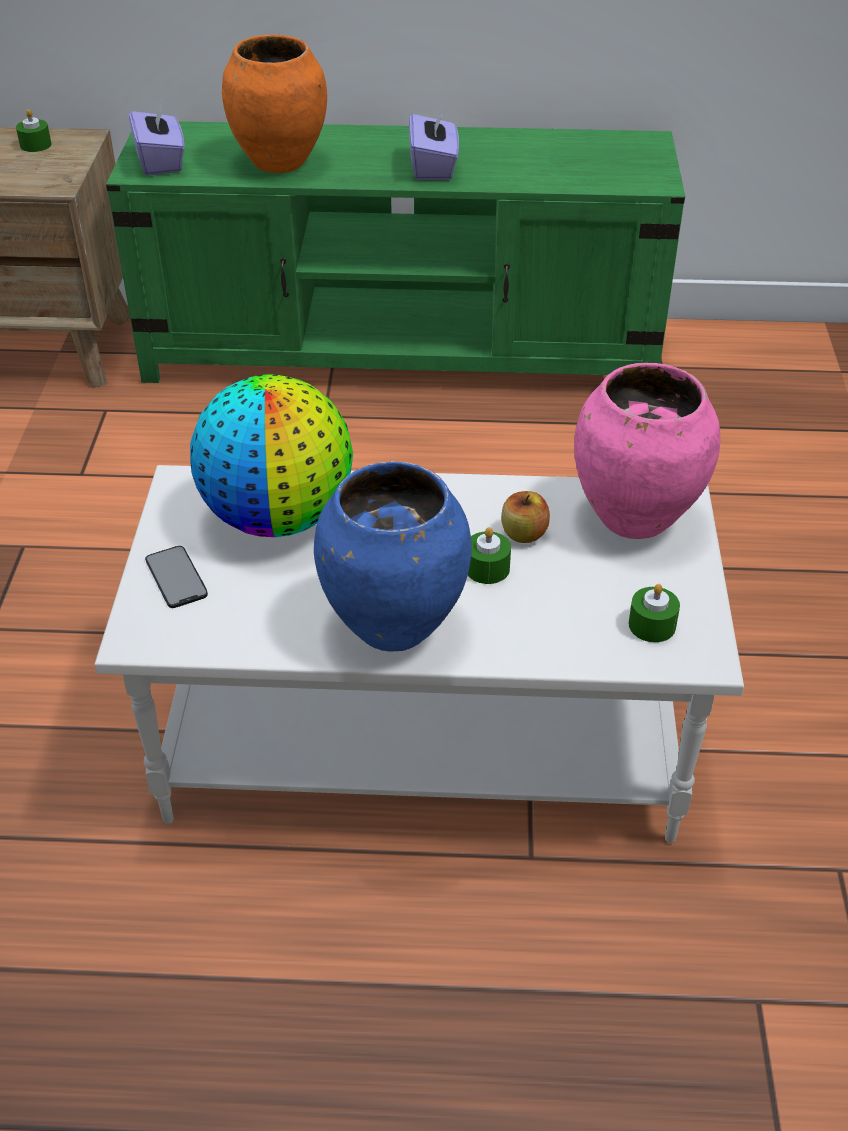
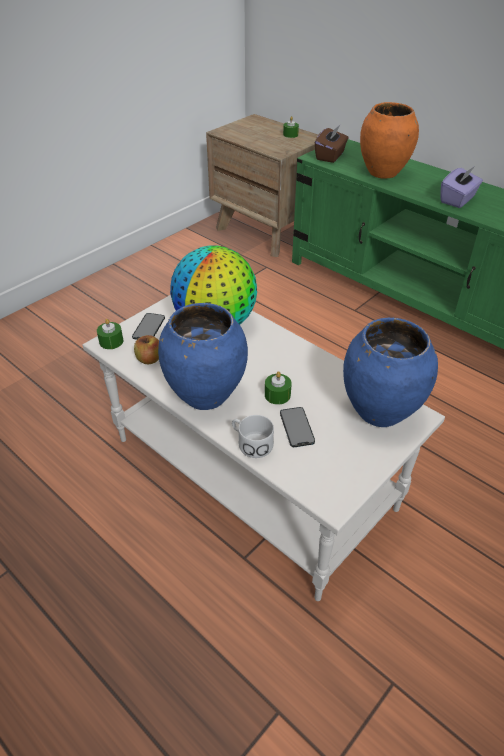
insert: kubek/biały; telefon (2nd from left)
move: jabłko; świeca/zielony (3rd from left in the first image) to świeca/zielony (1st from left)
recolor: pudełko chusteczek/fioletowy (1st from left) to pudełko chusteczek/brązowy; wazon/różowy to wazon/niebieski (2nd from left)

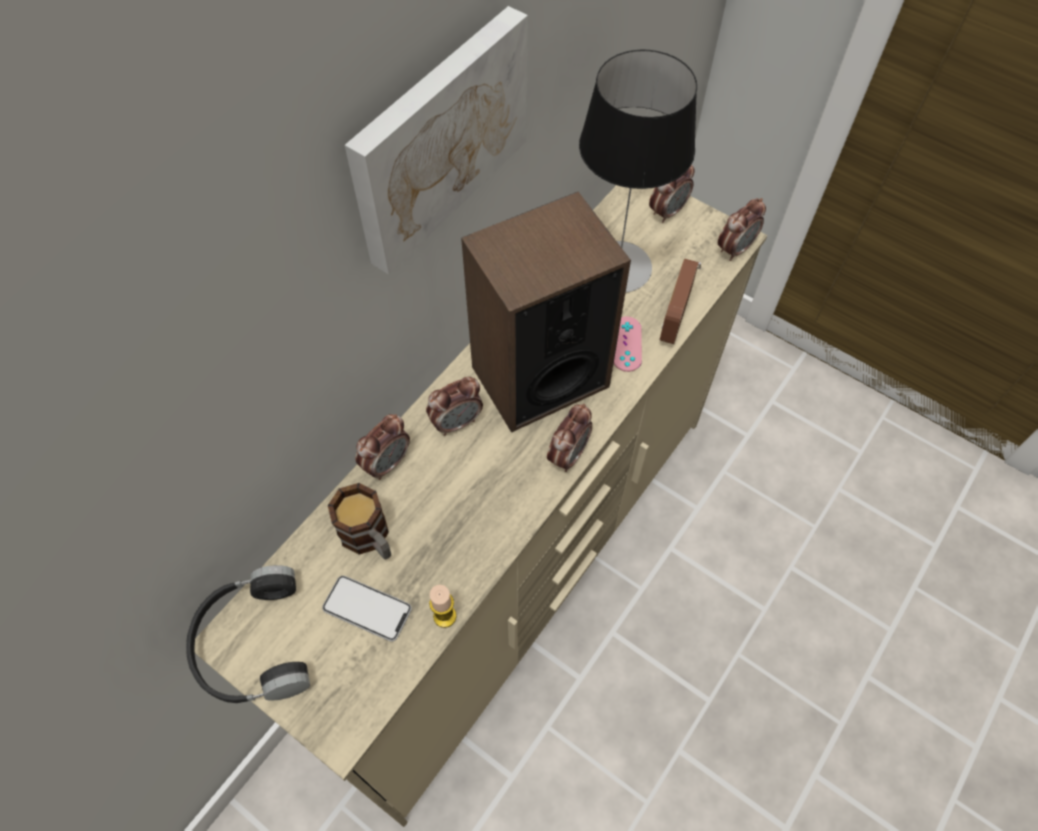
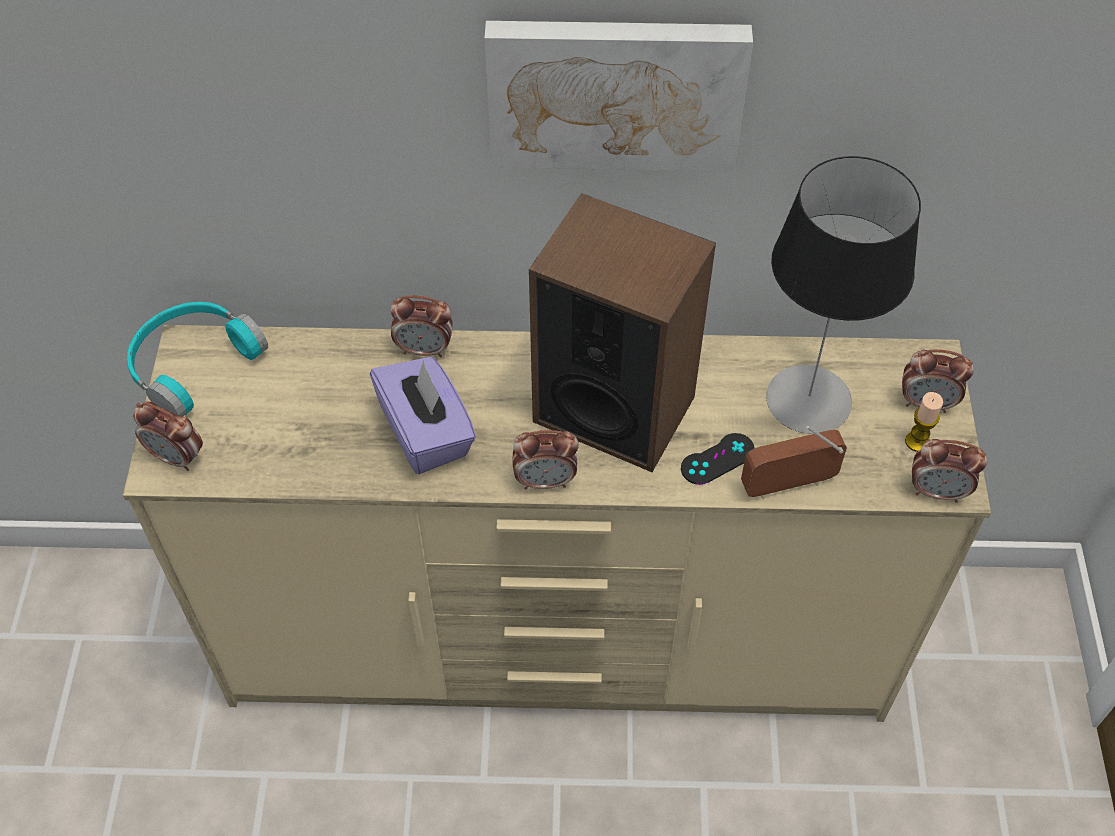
delete: telefon; kubek
insert: pudełko chusteczek/fioletowy
move: budzik (2nd from left in the first image) to budzik (1st from left); świeca
recolor: słuchawki/czarny to słuchawki/turkusowy; pad do gier/różowy to pad do gier/czarny

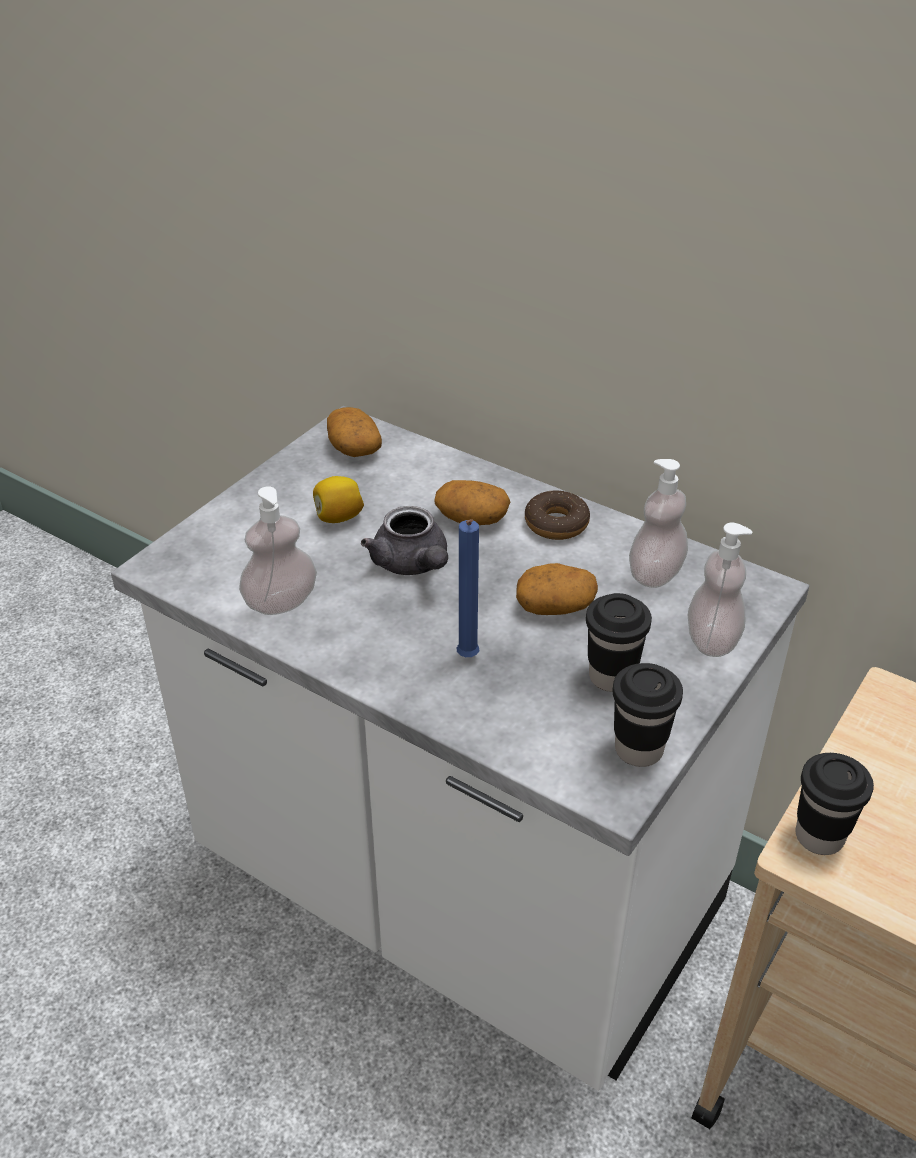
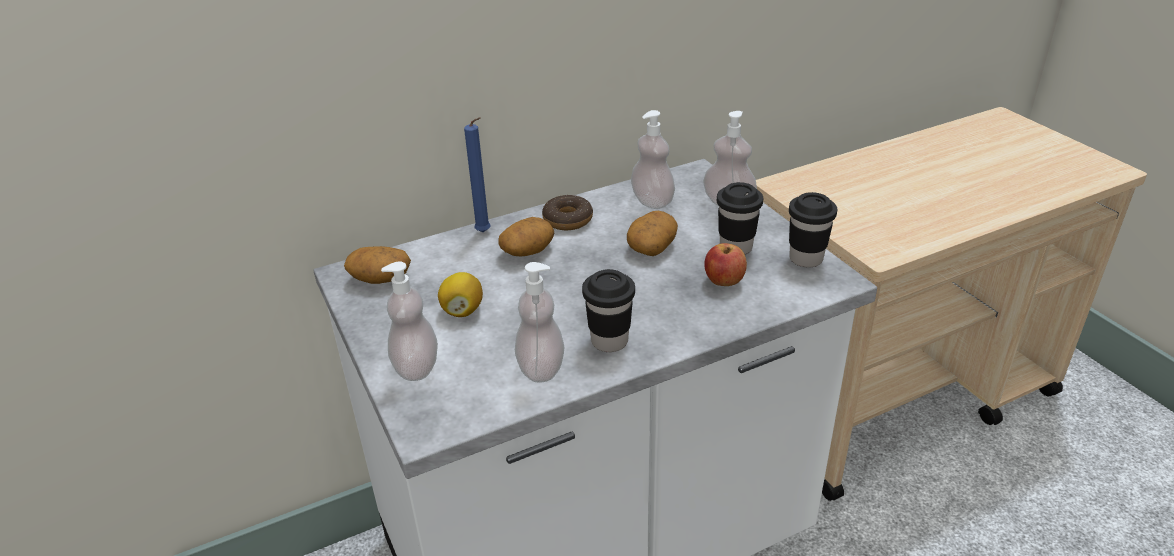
delete: imbryk/szary
insert: dozownik mydła (1st from left); jabłko
move: świeca/niebieski; filiżanka/czarny (3rd from left in the first image) to filiżanka/czarny (1st from left)

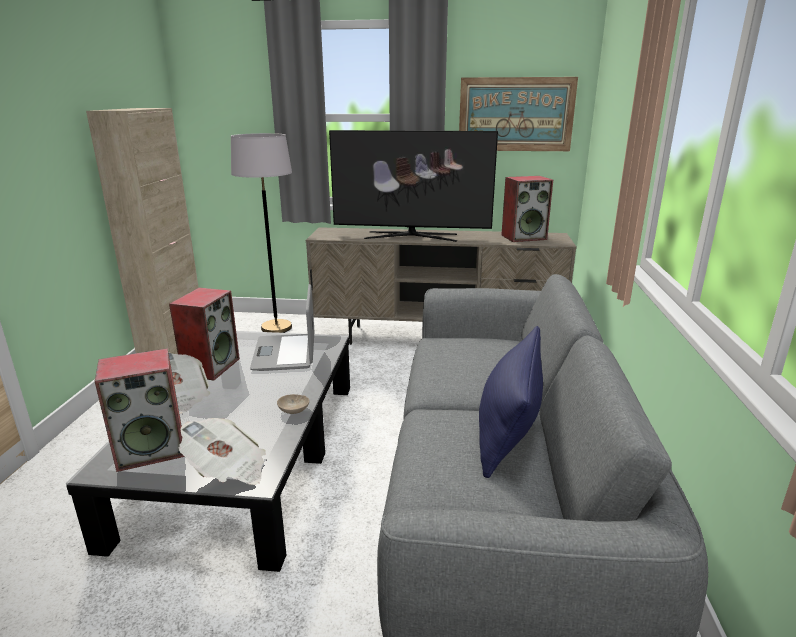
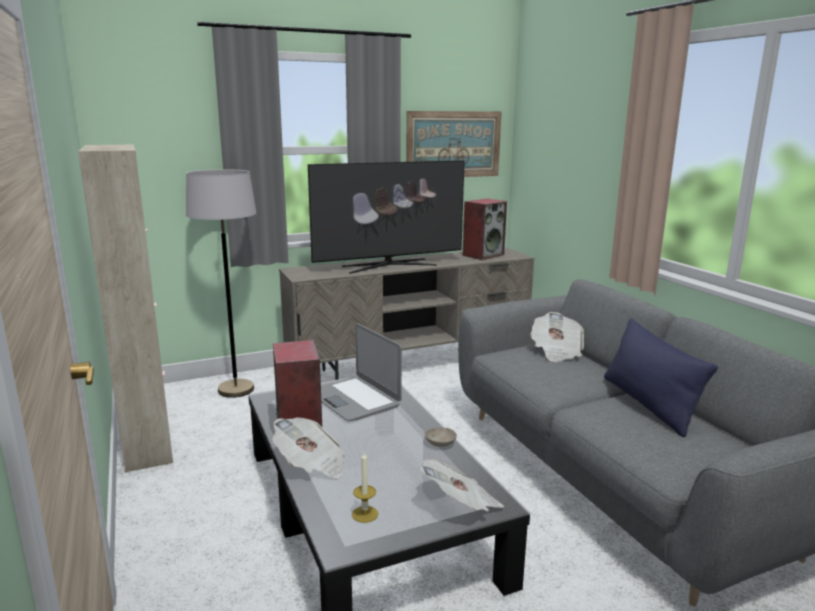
insert: gazeta (3rd from left)
replace: głośnik (1st from left) to świeca

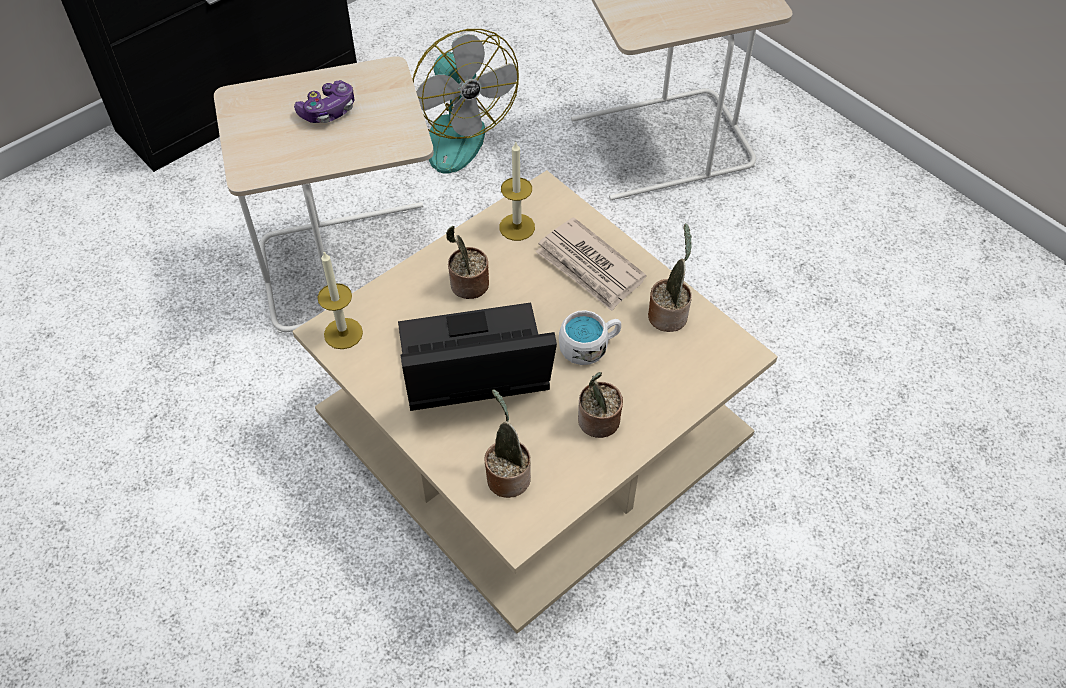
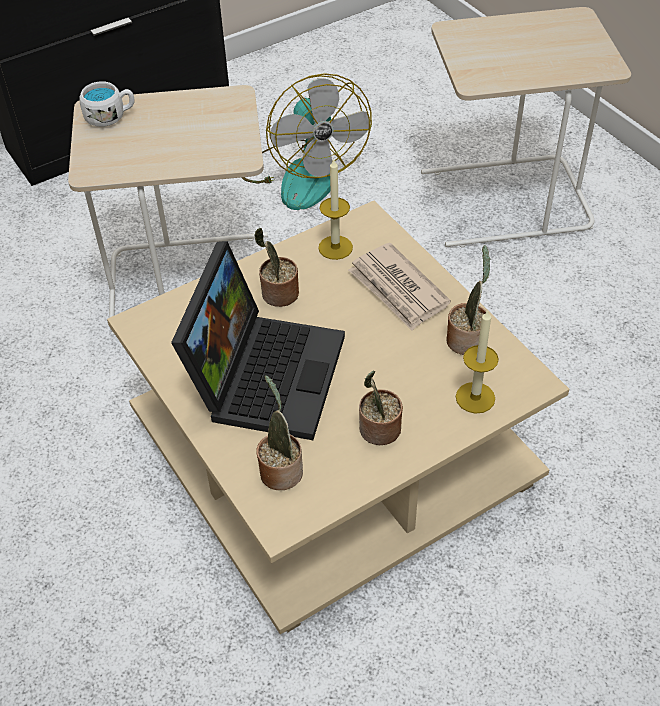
delete: pad do gier
move: świeca (1st from left in the first image) to świeca (2nd from left); kubek/biały
rotate: laptop 105 degrees clockwise

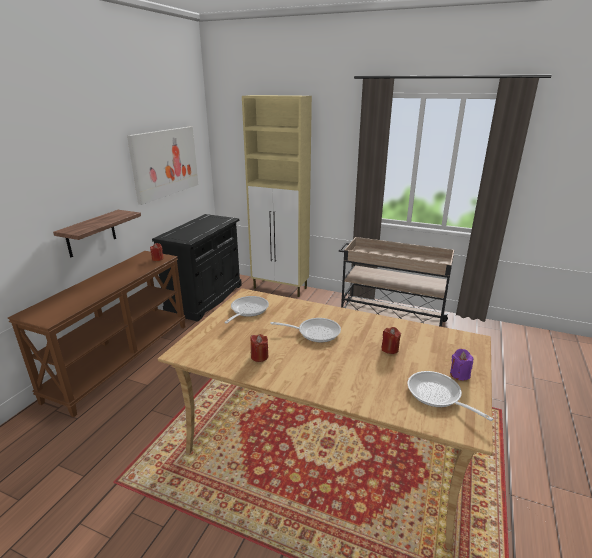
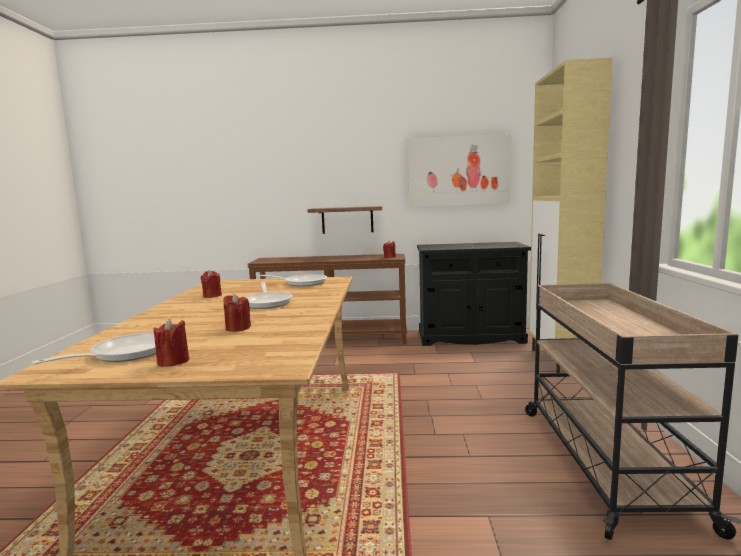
recolor: świeca/fioletowy to świeca/czerwony (1st from left)

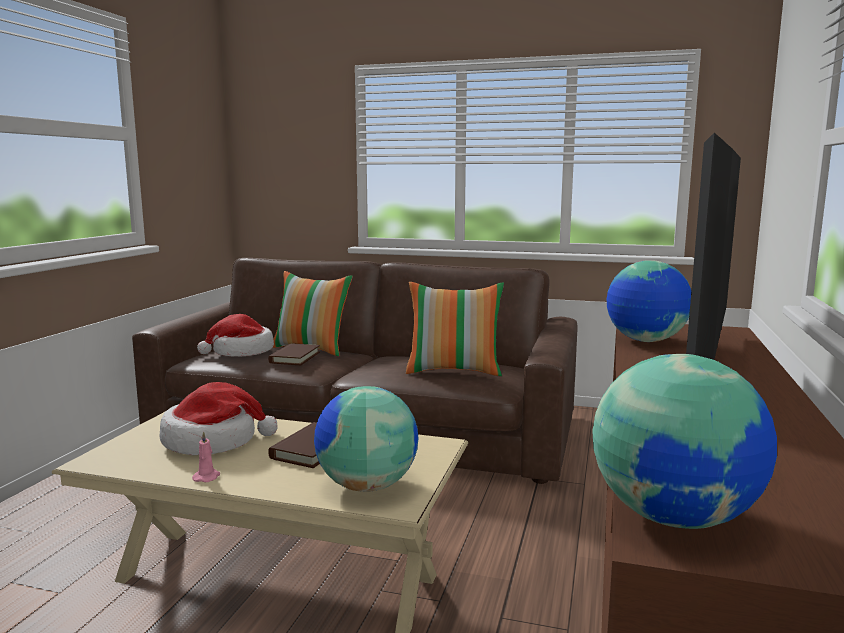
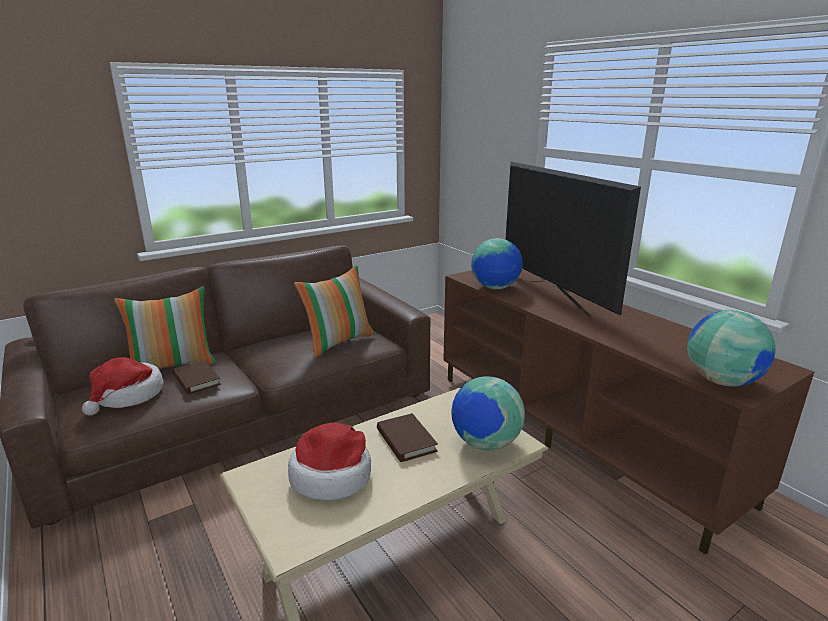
delete: świeca/różowy

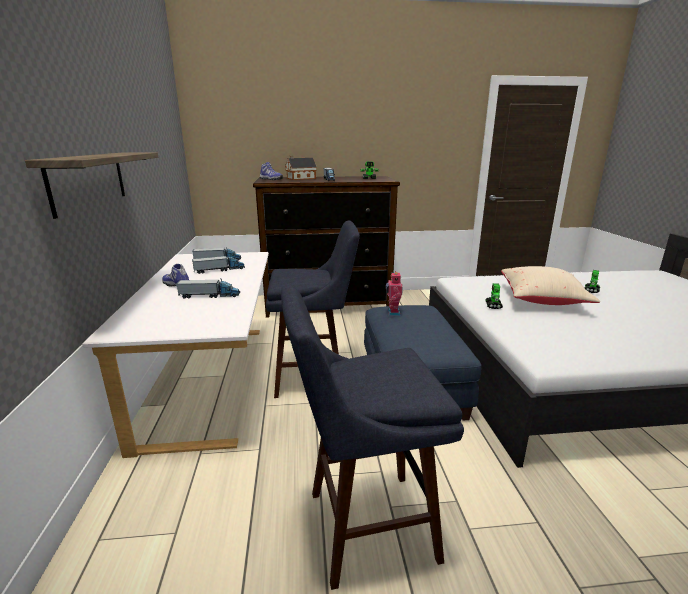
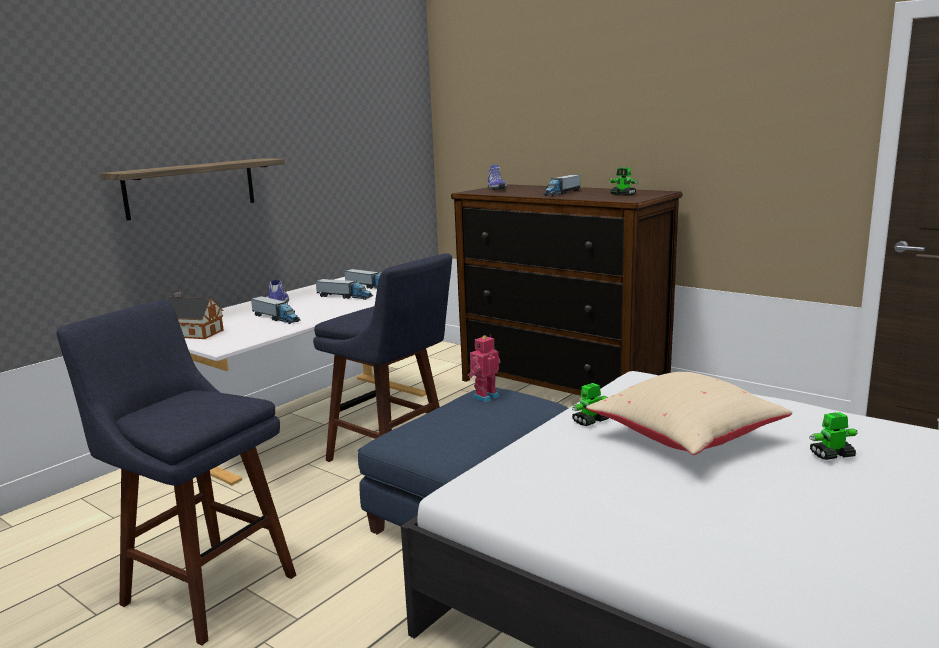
move: domek

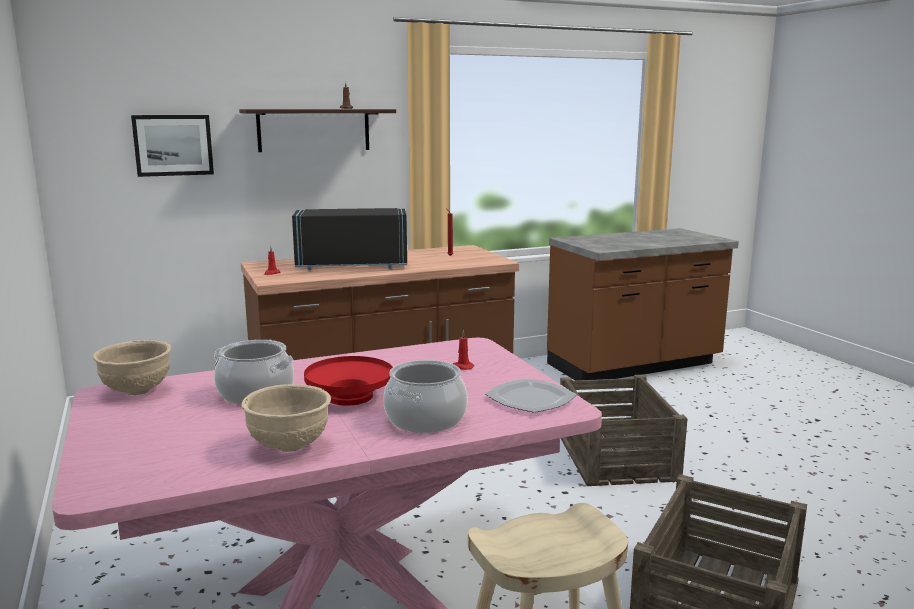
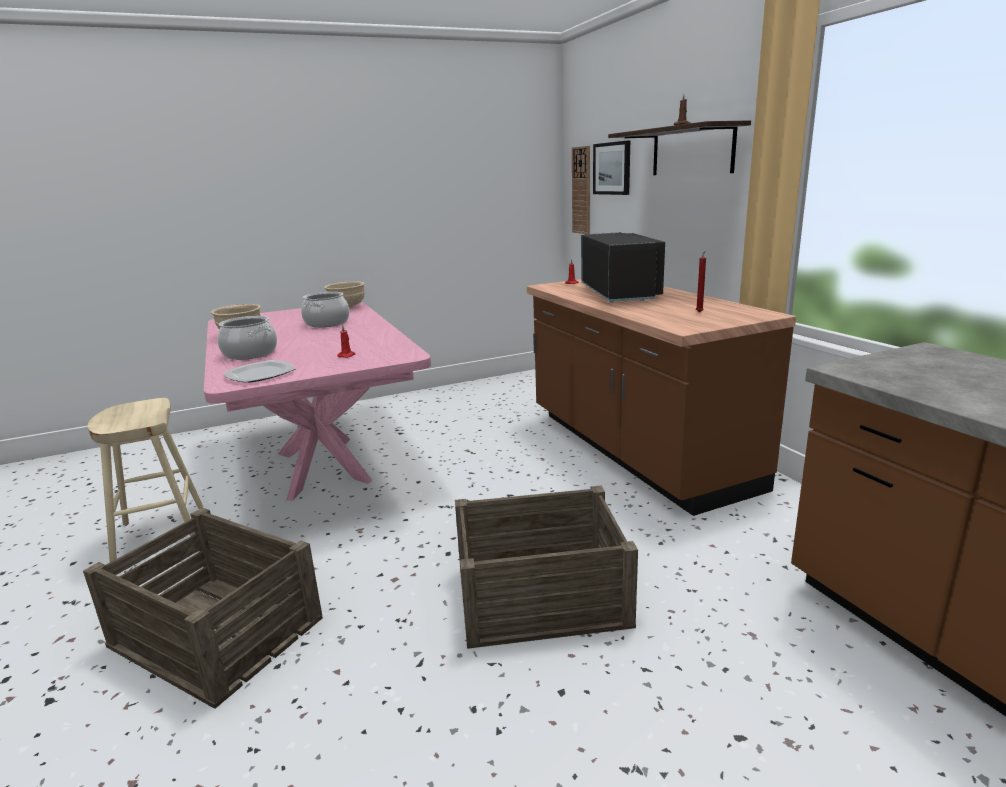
delete: miska/czerwony
insert: zegar ścienny

